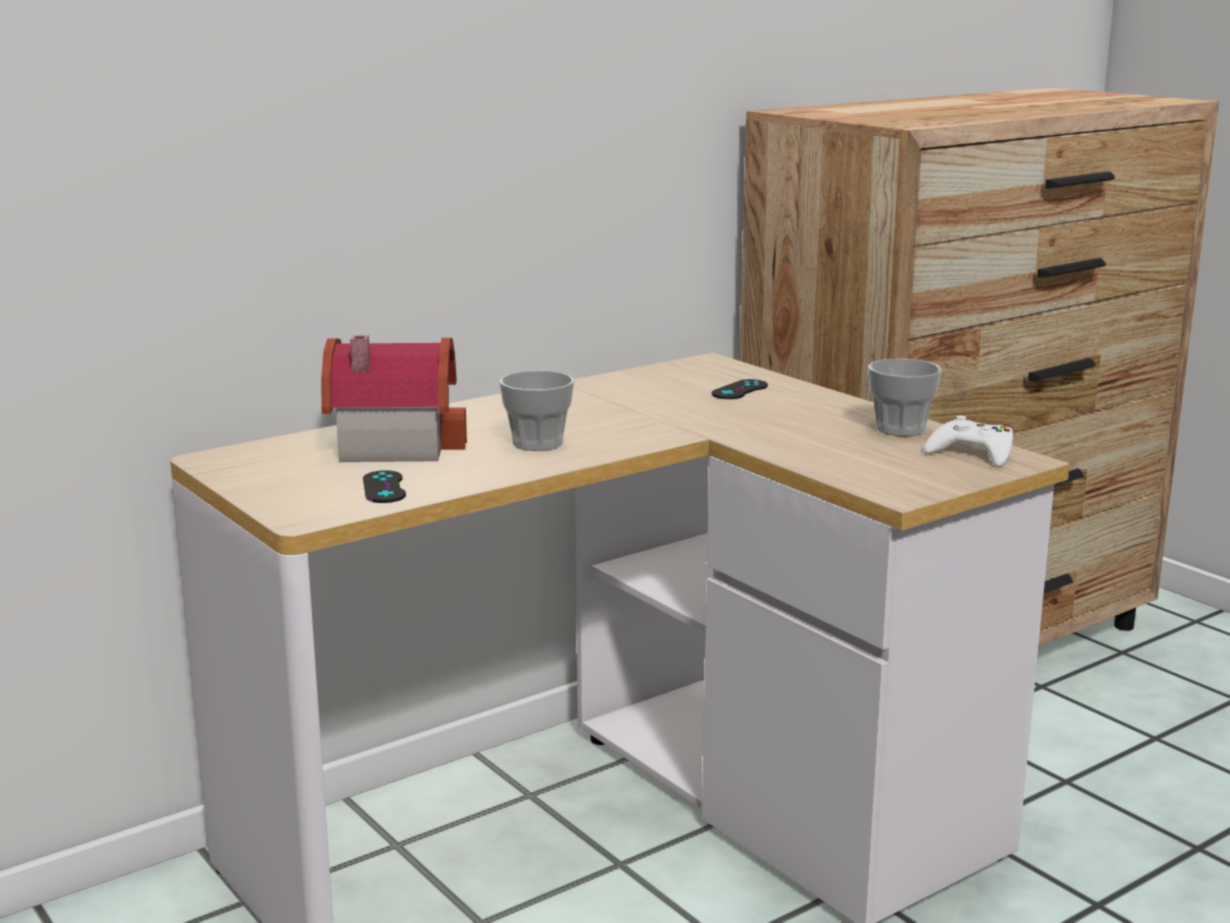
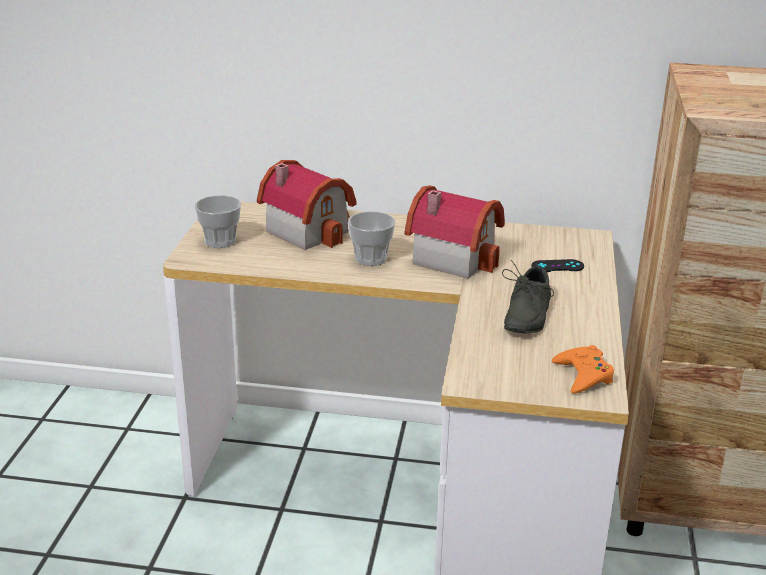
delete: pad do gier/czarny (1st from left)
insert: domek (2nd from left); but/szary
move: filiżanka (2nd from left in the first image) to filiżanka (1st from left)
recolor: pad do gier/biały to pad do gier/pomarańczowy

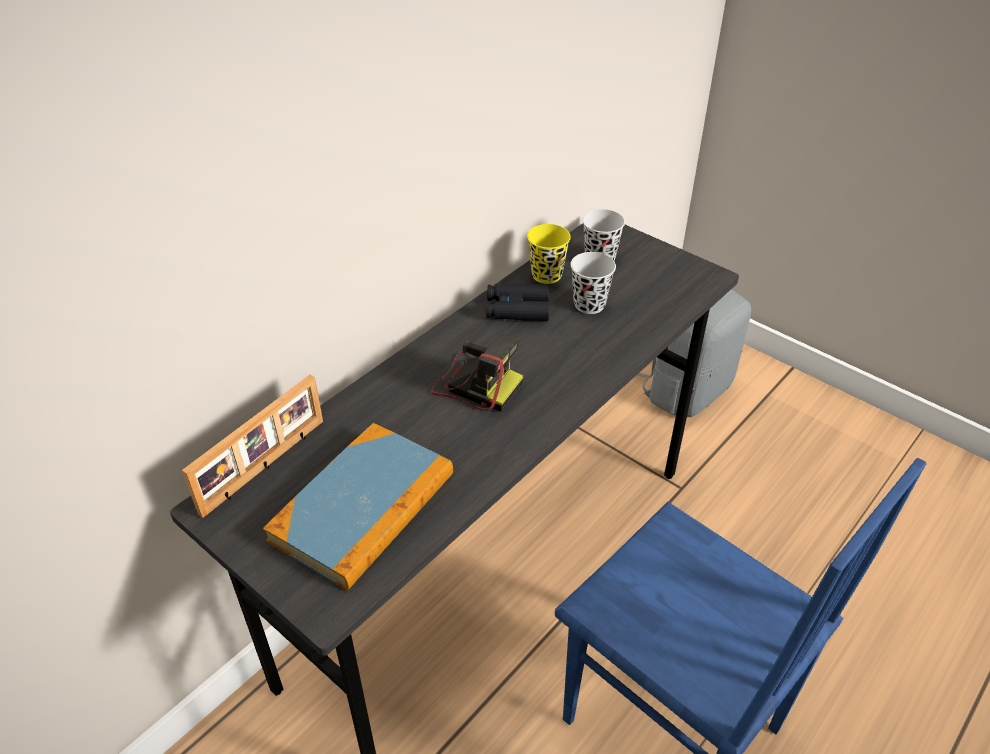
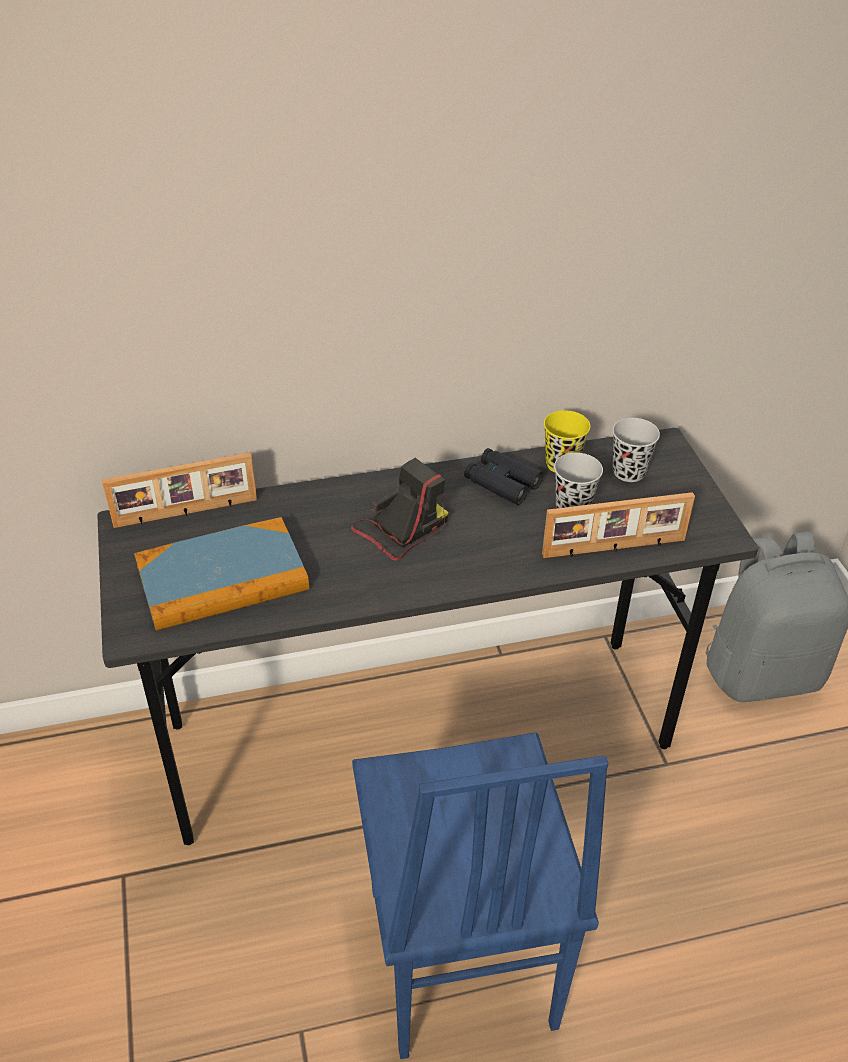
insert: ramka na zdjęcie (2nd from left)
rotate: aparat fotograficzny 105 degrees counterclockwise

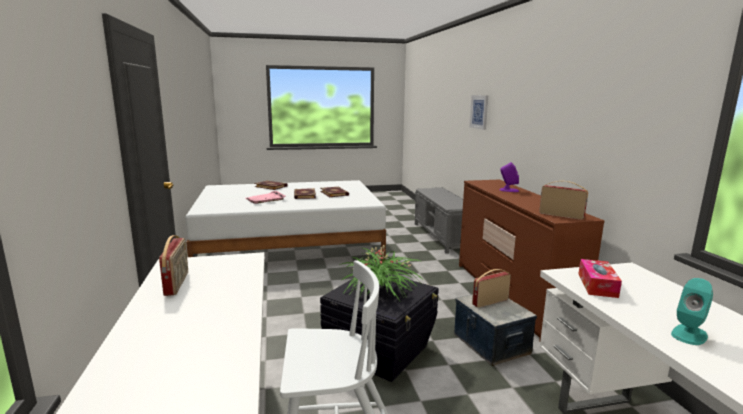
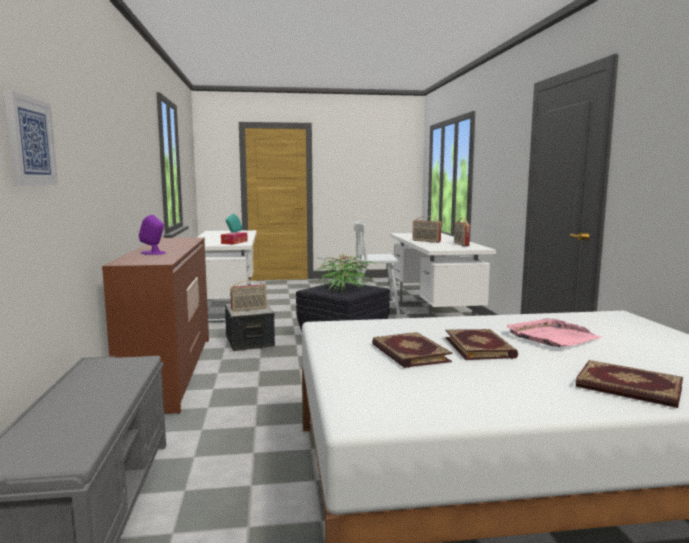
move: radio (3rd from left in the first image) to radio (2nd from left)

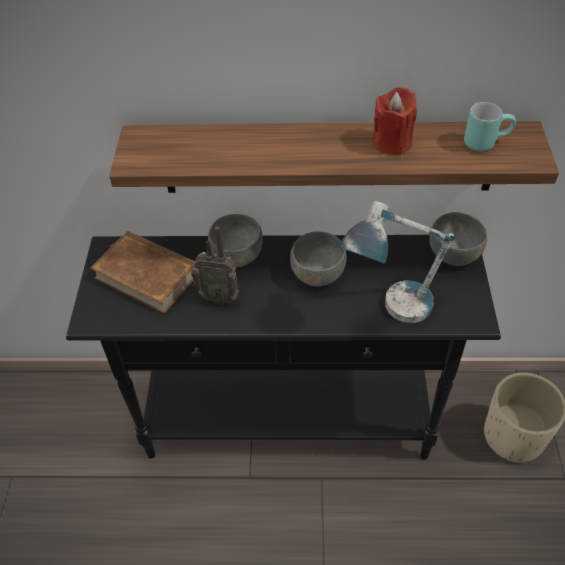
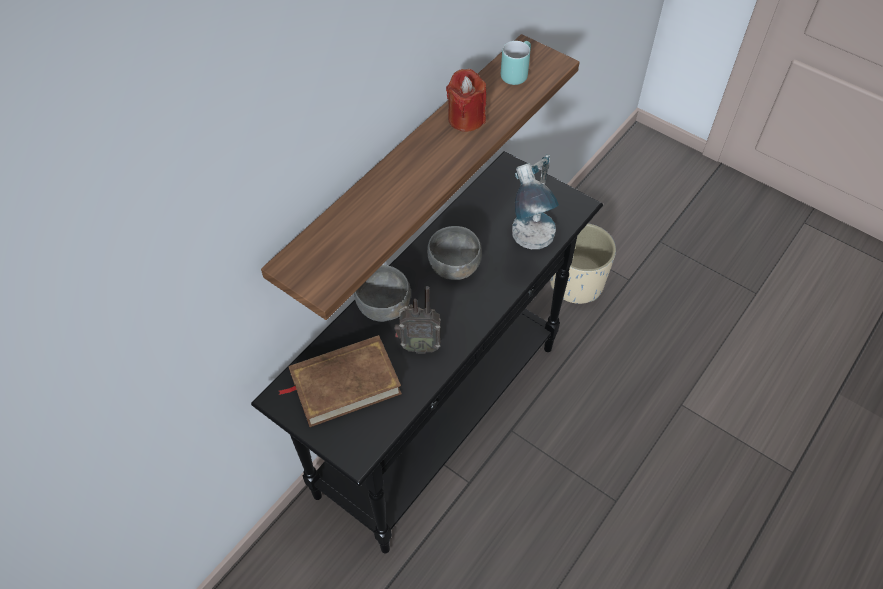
delete: miska/szary (3rd from left)
rotate: radio 45 degrees clockwise

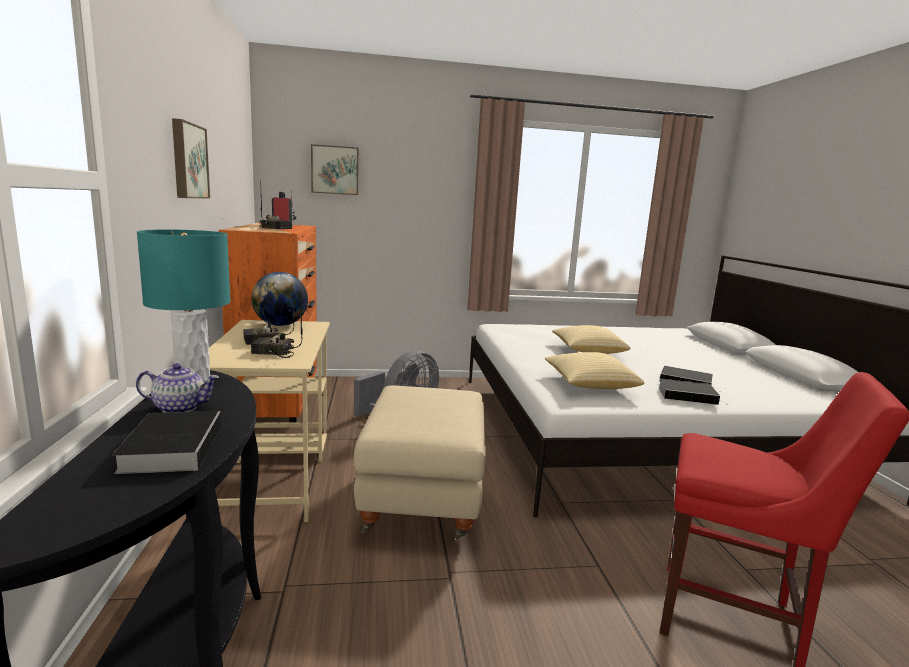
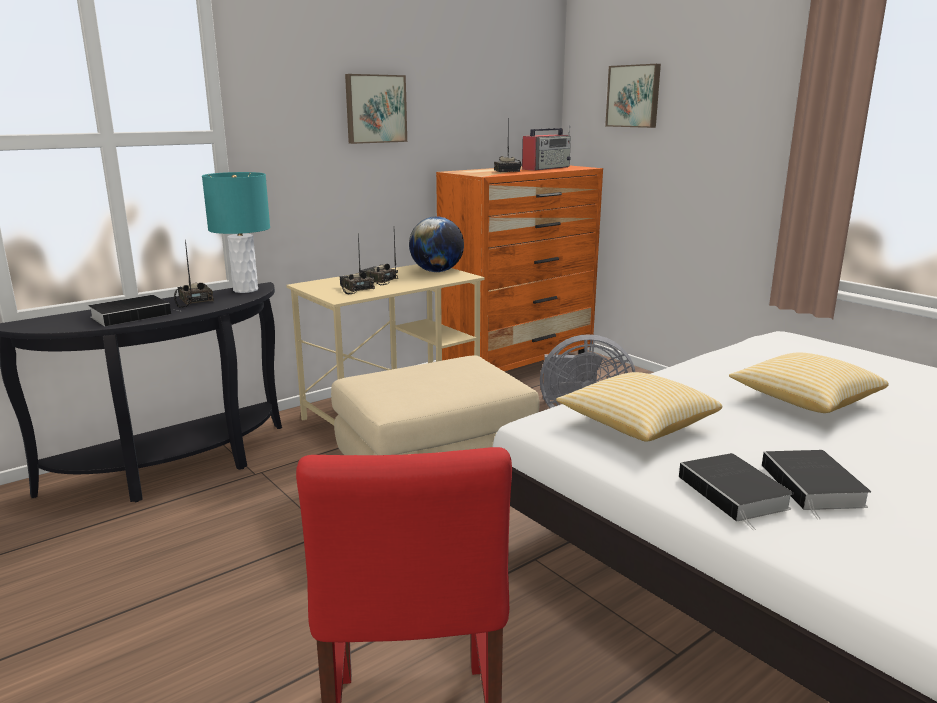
replace: imbryk to radio (1st from left)

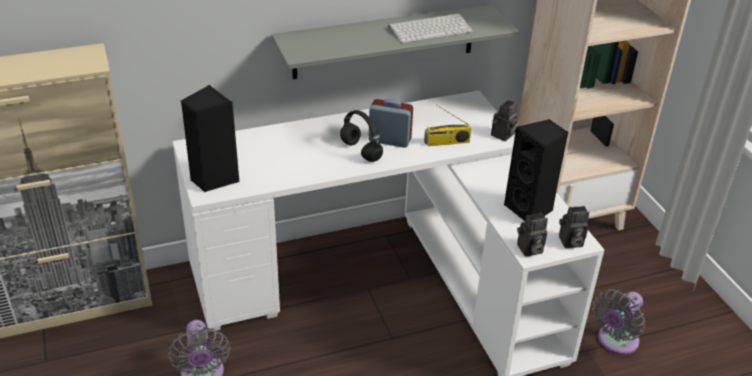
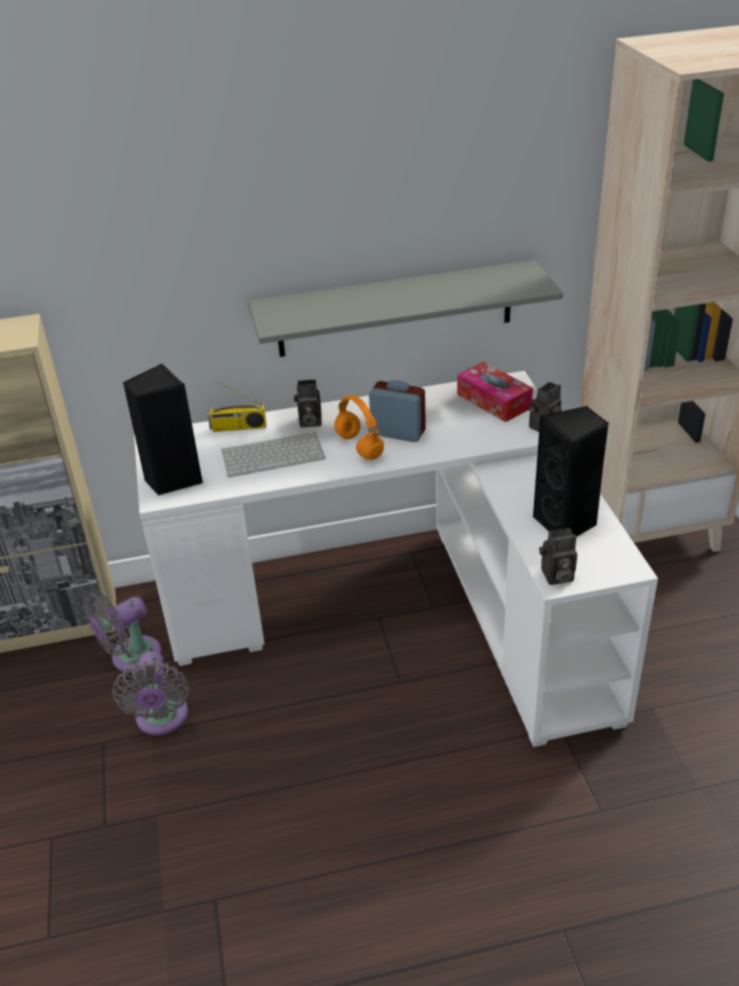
insert: pudełko chusteczek
move: klawiatura; radio; aparat fotograficzny (3rd from left in the first image) to aparat fotograficzny (1st from left); wentylator/szary (2nd from left in the first image) to wentylator/szary (1st from left)
recolor: słuchawki/czarny to słuchawki/pomarańczowy

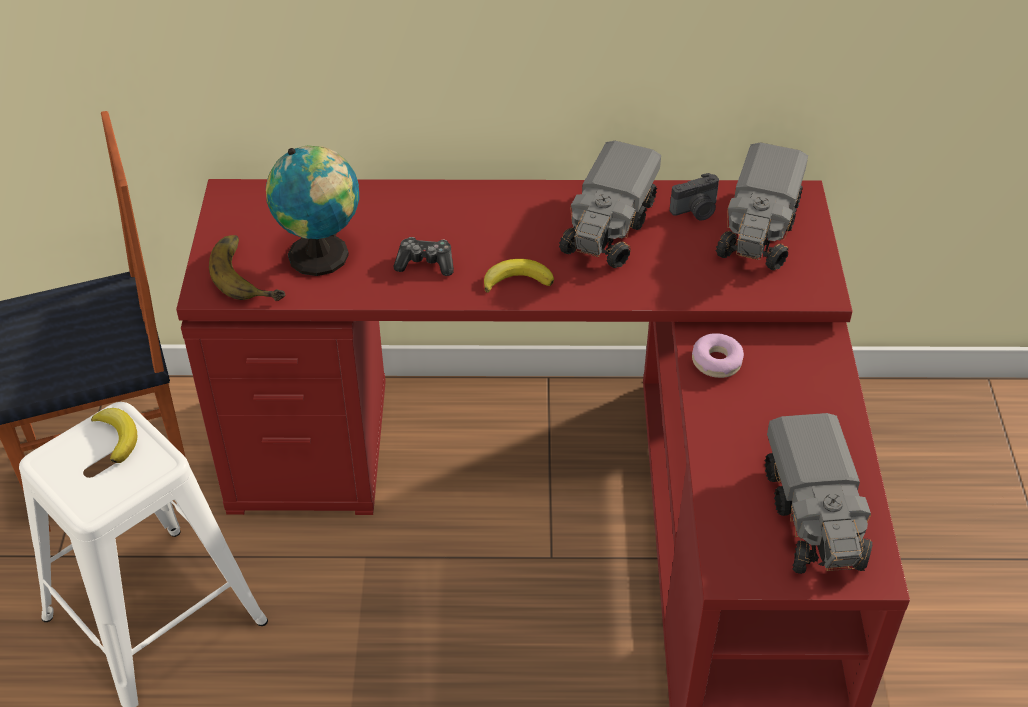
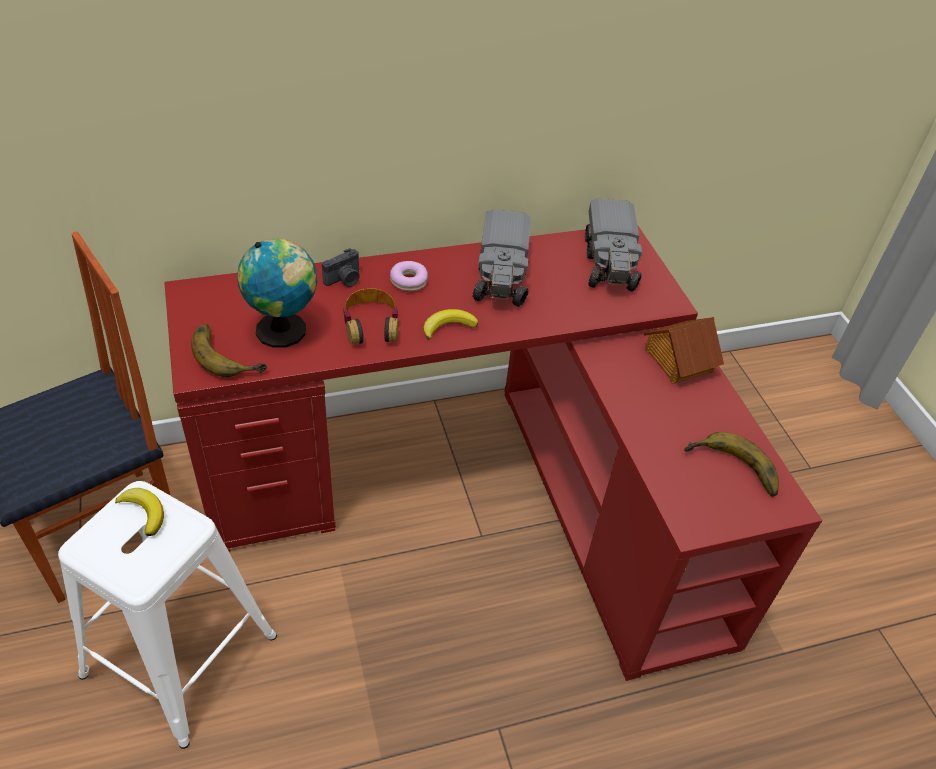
insert: domek
move: aparat fotograficzny; donut
replace: pad do gier to słuchawki; ciężarówka zabawkowa (3rd from left) to banan (4th from left)

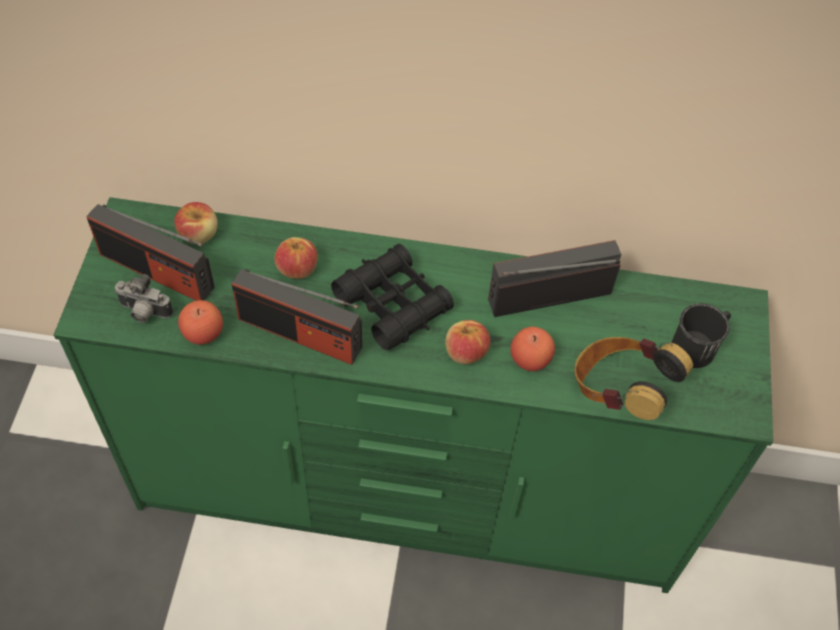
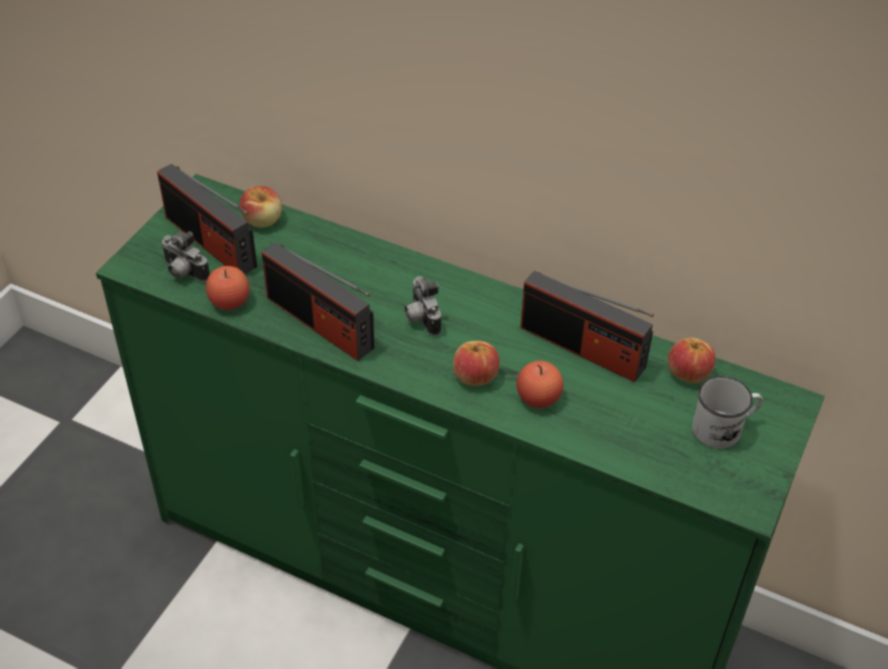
delete: słuchawki
move: jabłko (3rd from left in the first image) to jabłko (5th from left)
replace: lornetka/czarny to aparat fotograficzny (2nd from left)
recolor: kubek/czarny to kubek/biały
rotate: radio (3rd from left) 150 degrees counterclockwise

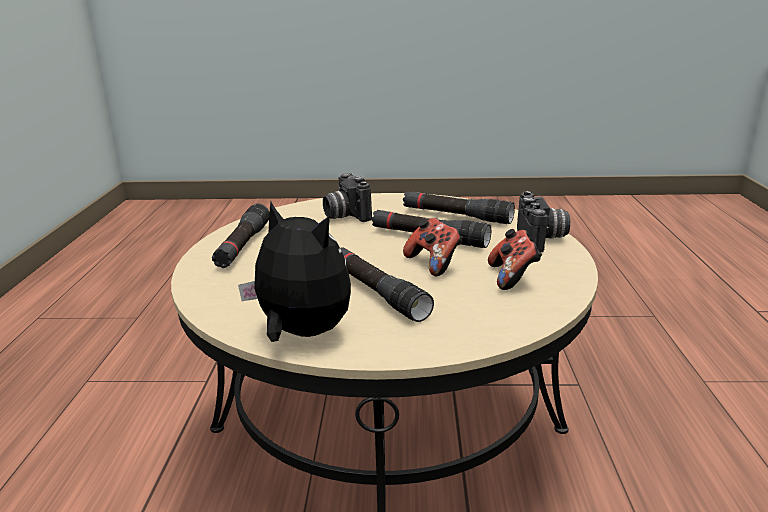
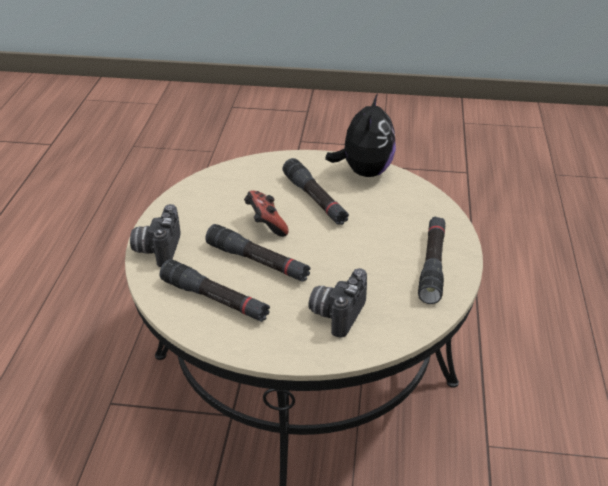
delete: pad do gier (2nd from left)
rotate: pluszak 120 degrees counterclockwise; aparat fotograficzny (1st from left in the first image) 135 degrees counterclockwise

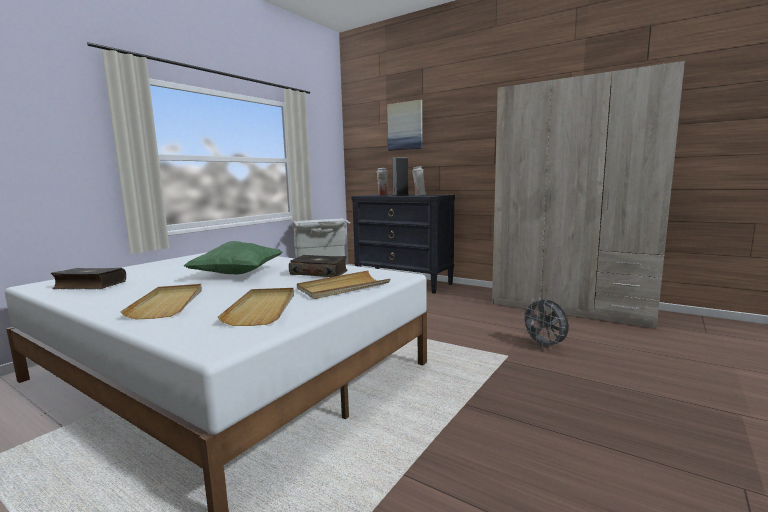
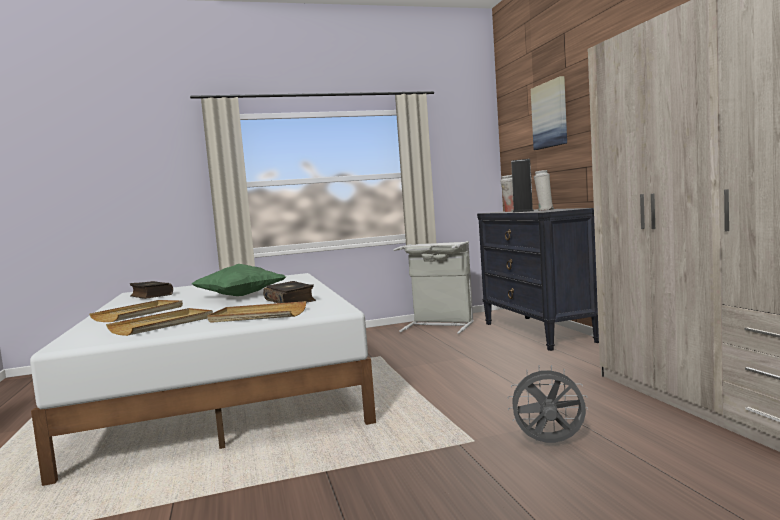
rotate: wentylator/szary 90 degrees clockwise

